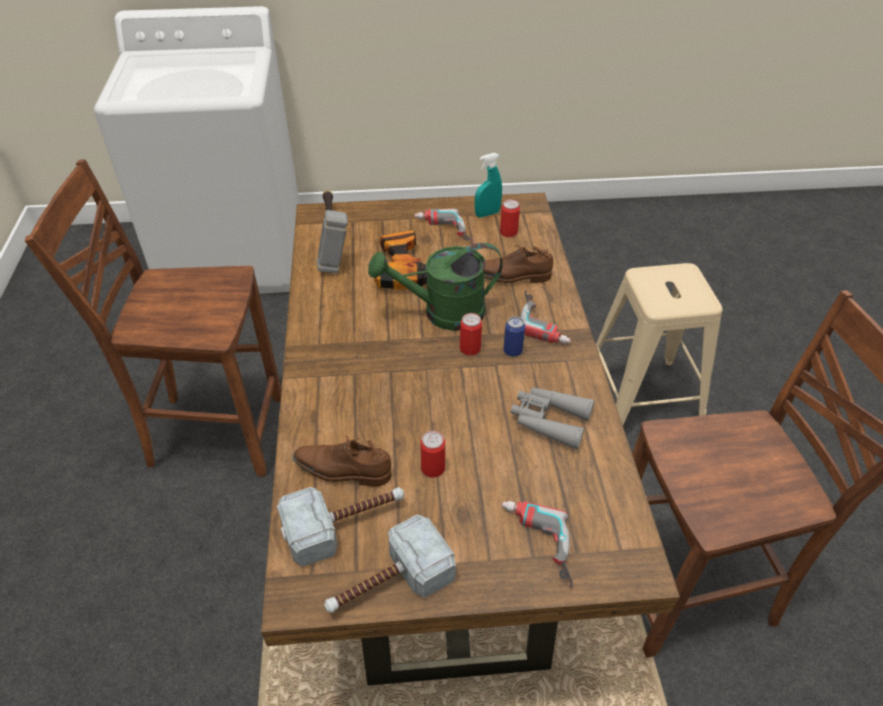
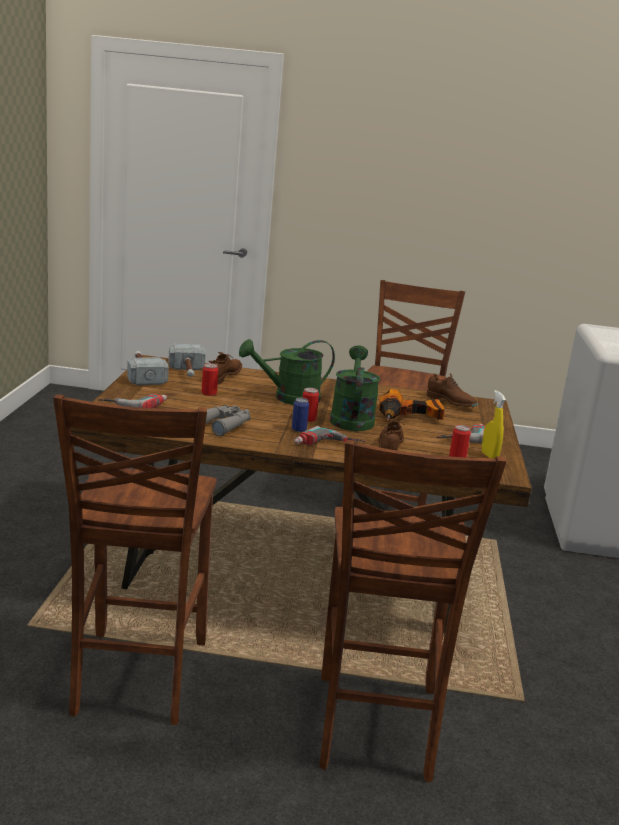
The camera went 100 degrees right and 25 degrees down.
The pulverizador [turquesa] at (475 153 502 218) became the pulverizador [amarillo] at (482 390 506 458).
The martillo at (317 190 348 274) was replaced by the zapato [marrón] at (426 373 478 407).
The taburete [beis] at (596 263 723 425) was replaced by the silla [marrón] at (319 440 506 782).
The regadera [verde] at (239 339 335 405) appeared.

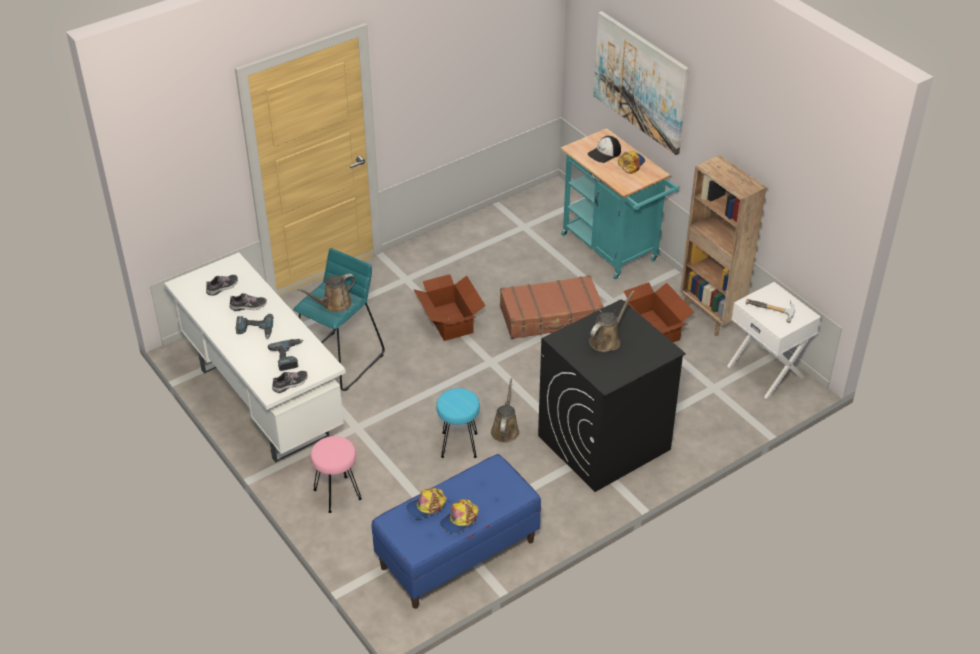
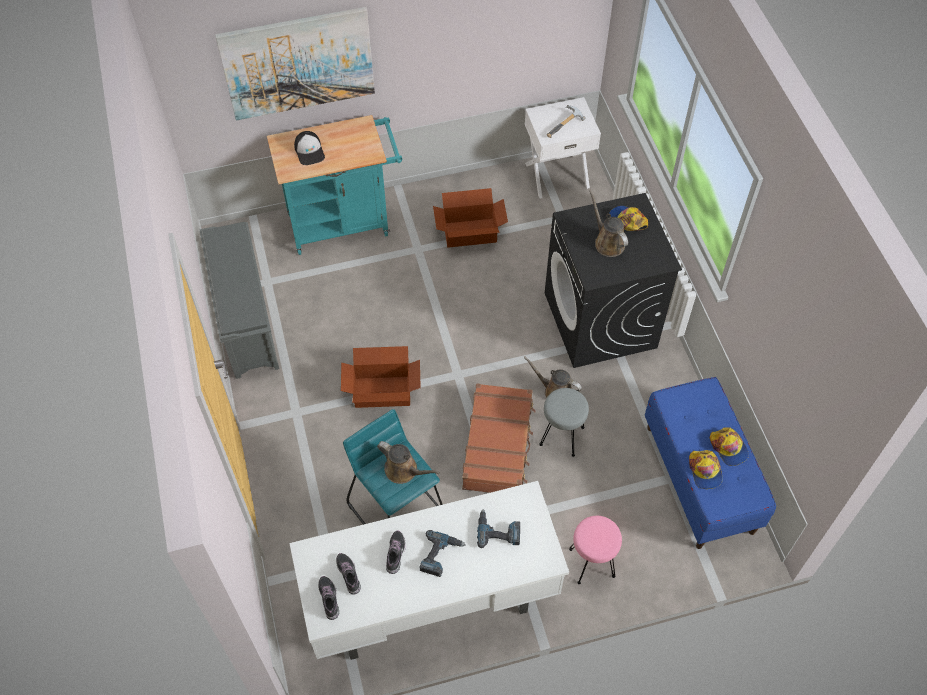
The camera went 70 degrees left and 15 degrees up.
The gorra moved from (618 151 645 174) to (609 206 648 231).
The estantería [marrón] at (680 155 767 336) disappeared.
The regadera [marrón] at (297 274 356 312) turned 45 degrees counterclockwise.
The maleta [marrón] moved from (500 275 604 339) to (462 384 535 493).
The zapato moved from (272 371 308 393) to (318 576 339 620).
The taburete [turquesa] at (436 388 480 458) became the taburete [gris] at (539 388 589 457).
The zapatero [gris] at (199 222 279 379) appeared.

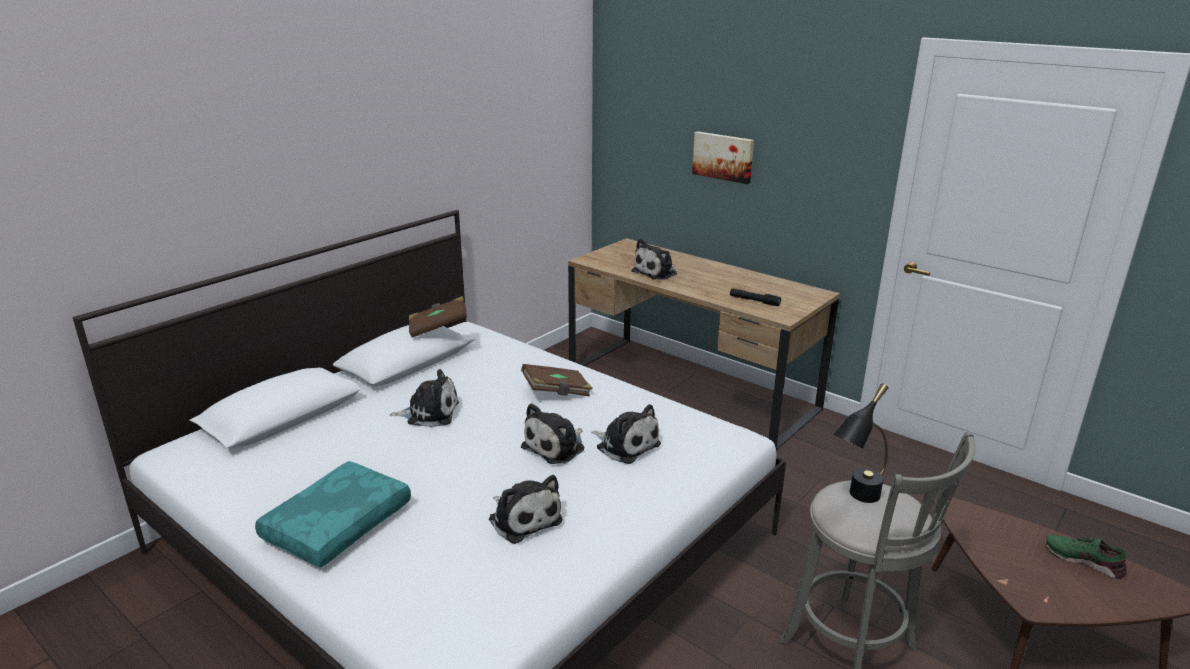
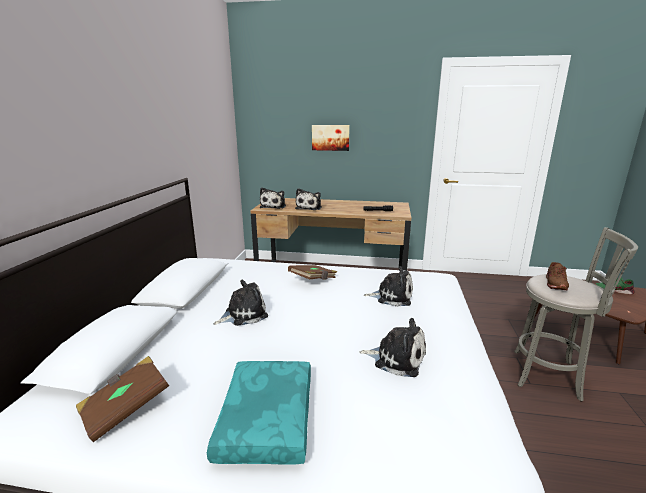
The camera went 30 degrees left and 5 degrees down.
The libro [marrón] moved from (409 296 467 337) to (76 356 169 442).
The lámpara de mesa [negro] at (833 384 889 503) was replaced by the zapato [marrón] at (546 262 569 291).
The peluche moved from (521 403 584 464) to (260 187 286 209).

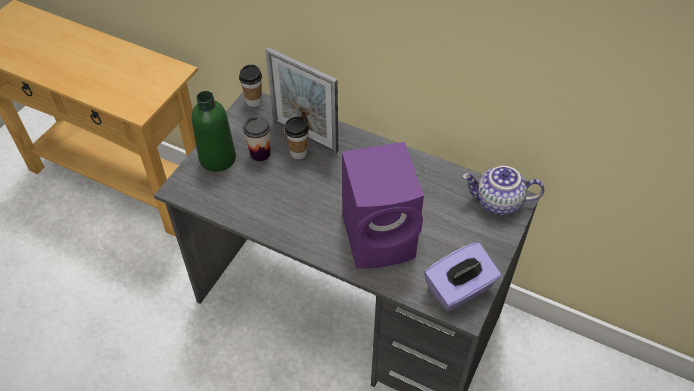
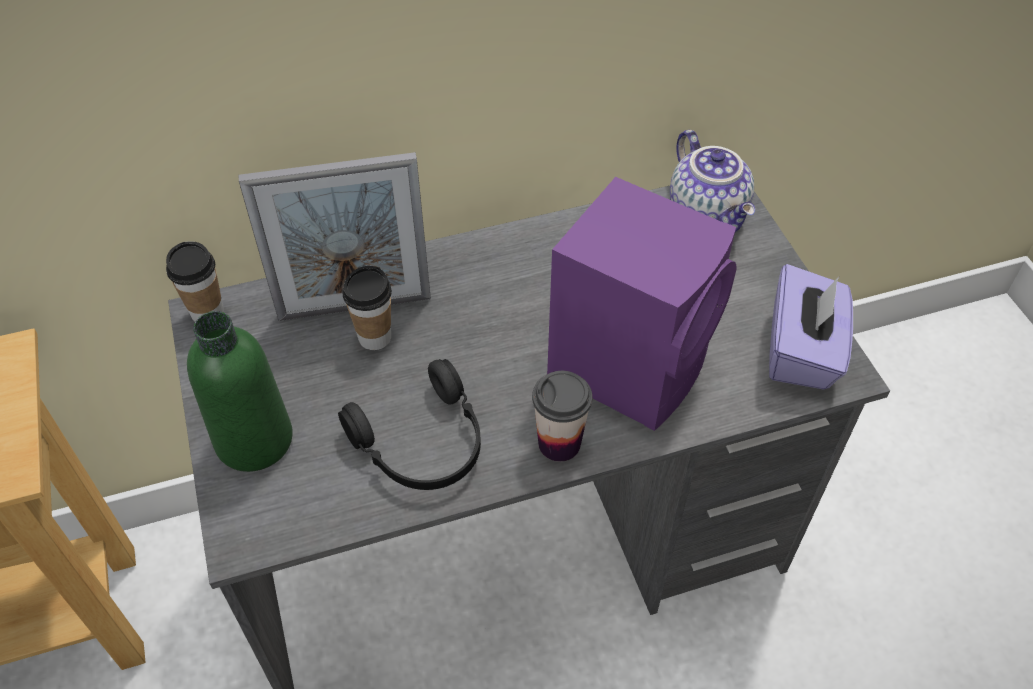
The camera went 45 degrees left and 0 degrees up.
The taza moved from (243 116 271 161) to (532 371 592 462).
The tetera at (462 166 544 215) turned 75 degrees counterclockwise.
The auriculares [negro] at (338 359 481 490) appeared.

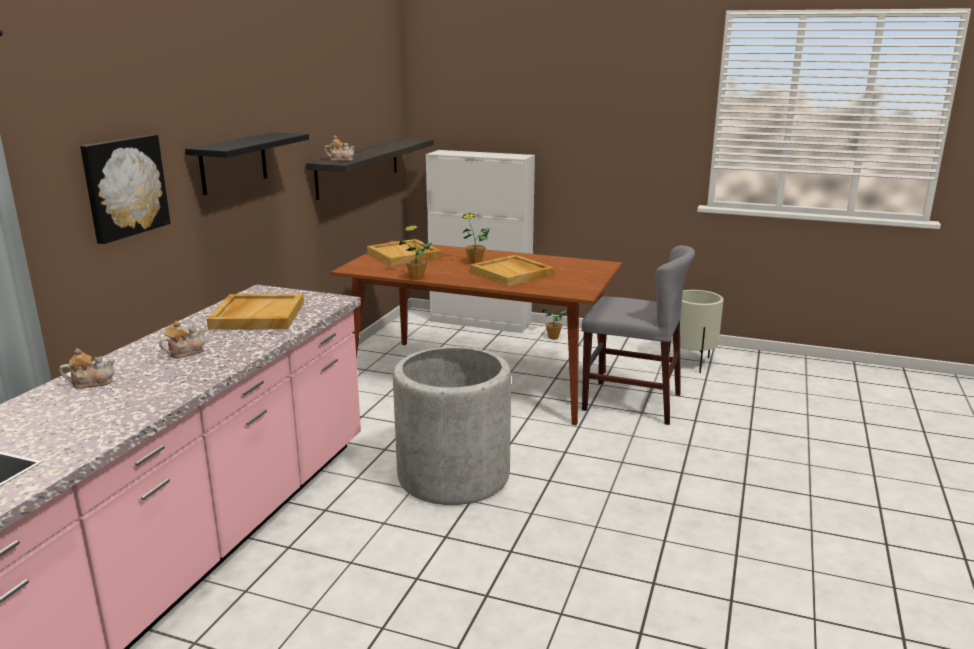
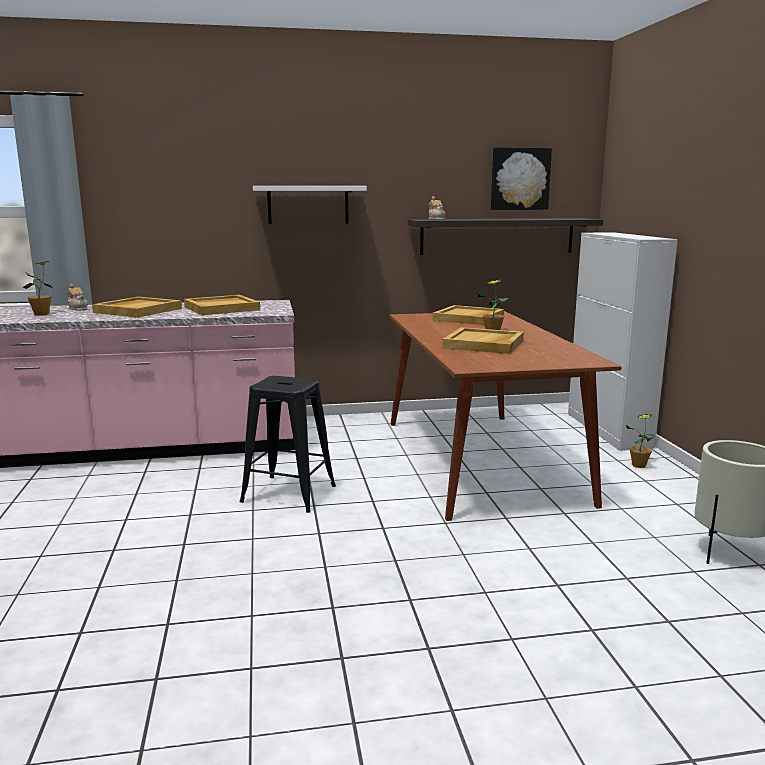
The camera went 60 degrees right and 5 degrees down.
The estante [negro] at (185 132 309 195) became the estante [blanco] at (253 186 367 224).
The cuadro moved from (80 135 171 244) to (491 147 552 210).
The planta en maceta moved from (399 225 432 280) to (23 261 53 316).
The silla [gris] at (581 245 695 425) disappeared.
The tetera at (159 321 206 358) was replaced by the bandeja [beis] at (92 297 182 318).
The maceta [gris] at (393 347 511 505) was replaced by the taburete [negro] at (240 376 336 513).

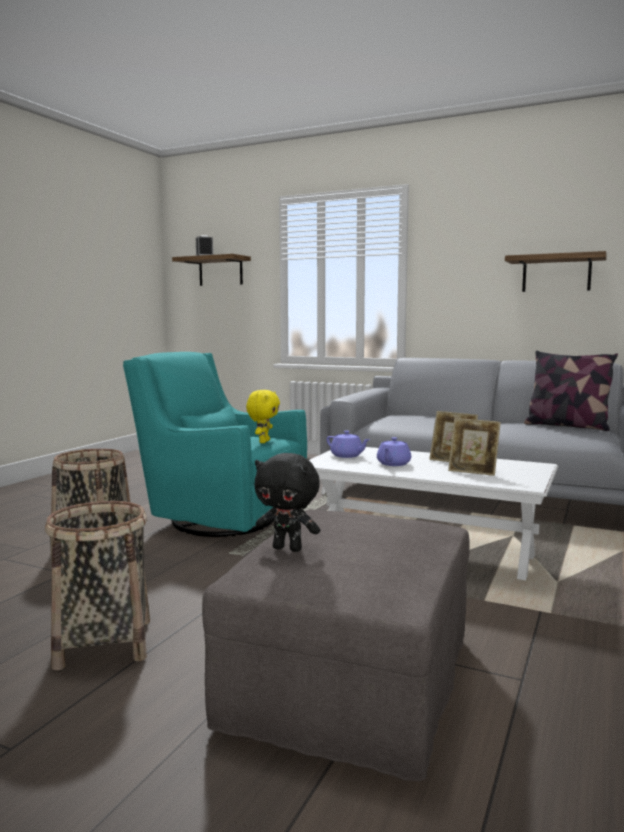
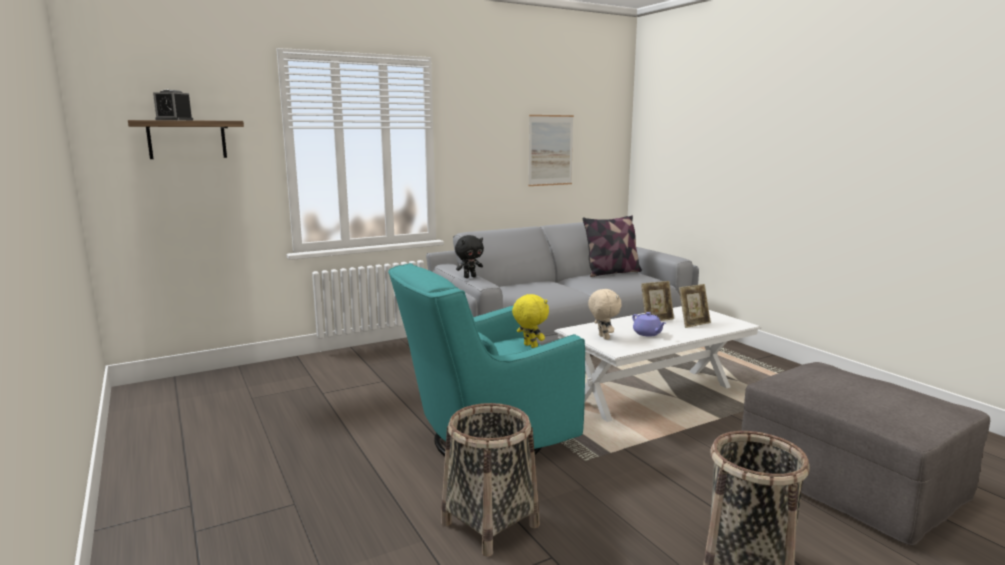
The camera went 55 degrees left and 5 degrees up.
The estante at (505 251 607 292) was replaced by the cuadro at (528 115 574 186).
The tetera [morado] at (327 431 370 458) was replaced by the peluche [beis] at (588 289 622 340).
The peluche [negro] moved from (255 453 320 552) to (455 235 484 278).

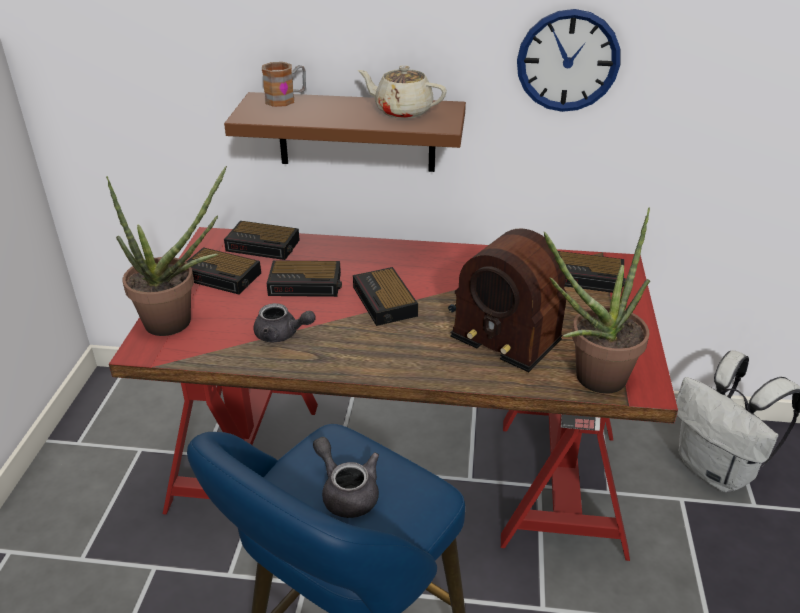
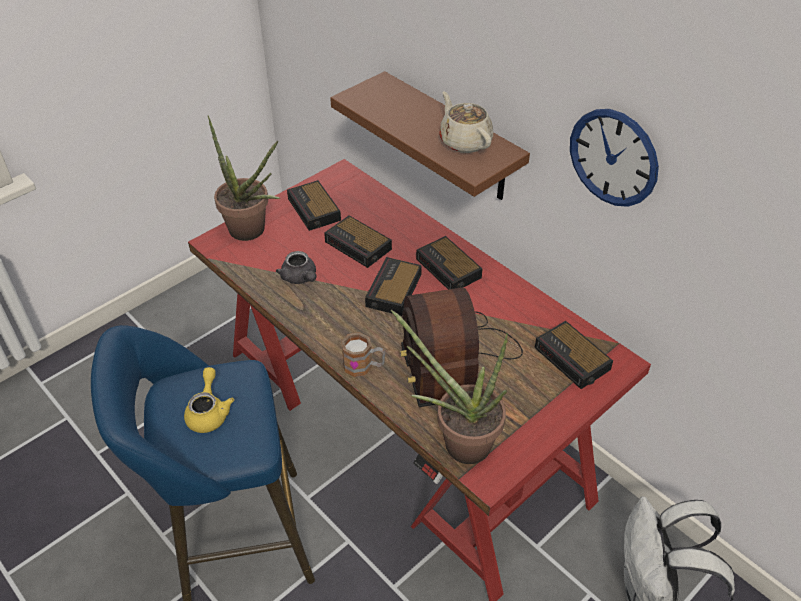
The camera went 40 degrees right and 10 degrees up.
The taza grande moved from (262 62 306 107) to (341 332 385 377).
The despertador moved from (224 221 300 260) to (416 236 482 289).
The tetera [gris] at (313 437 379 518) became the tetera [amarillo] at (184 367 234 433).

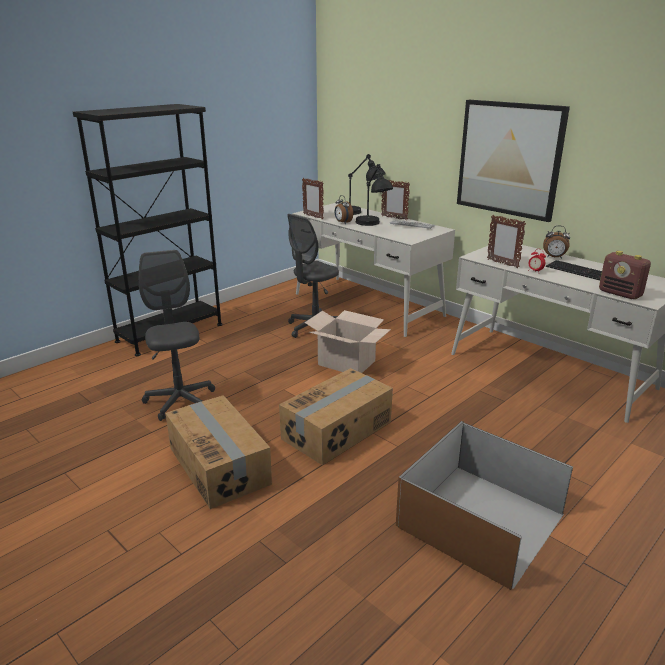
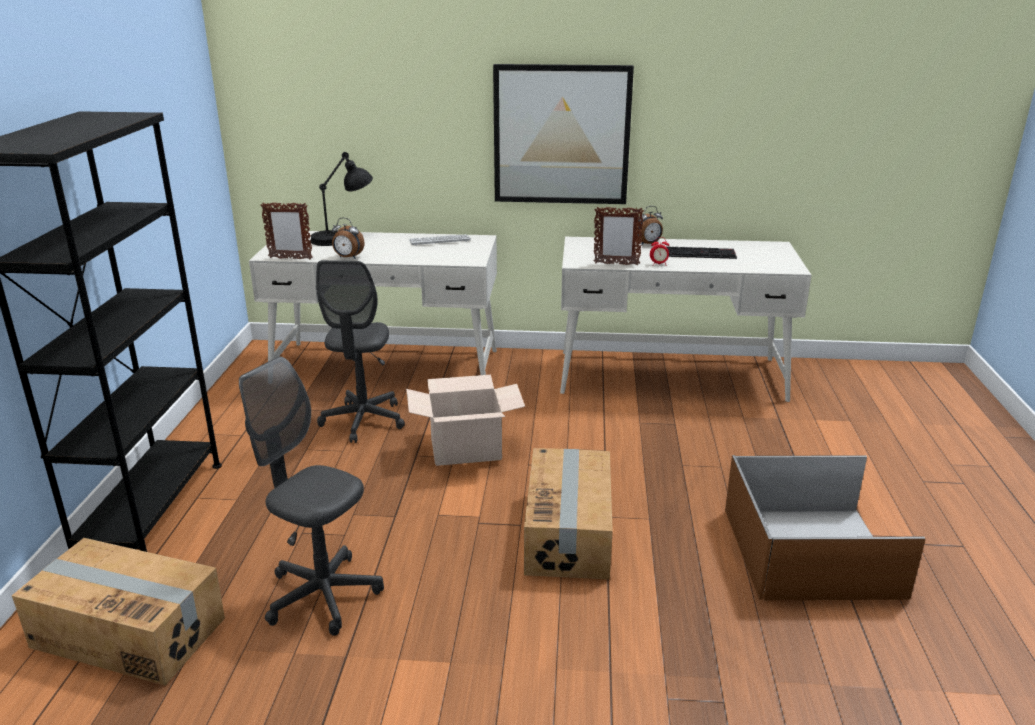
The camera went 40 degrees left and 0 degrees up.
The lámpara de mesa [negro] at (356 164 393 226) disappeared.
The portarretratos at (381 180 410 220) disappeared.
The radio at (599 251 651 299) disappeared.
The caja de cartón moved from (166 395 272 509) to (12 538 225 685).

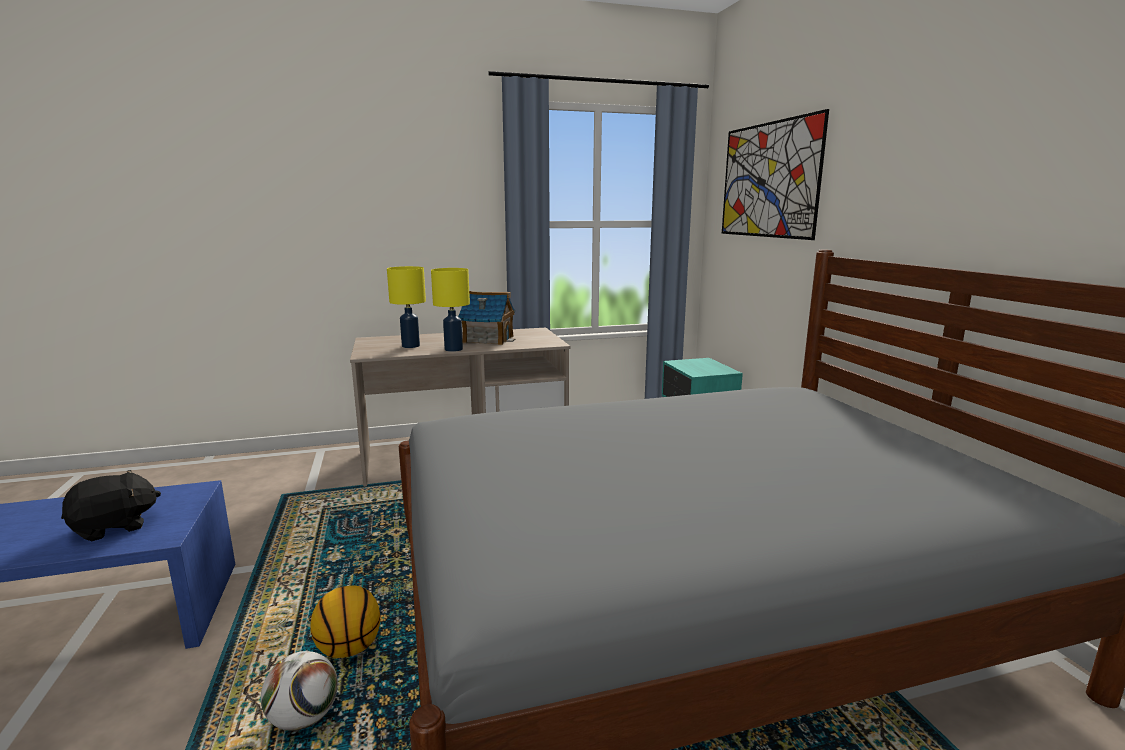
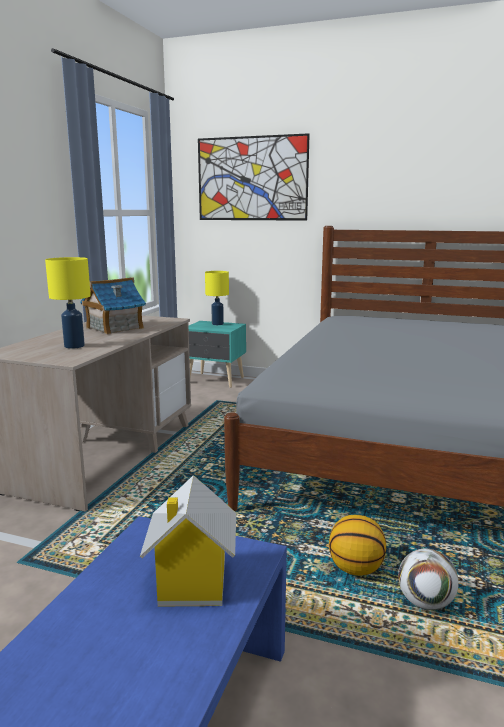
The camera went 55 degrees left and 0 degrees up.
The lámpara de mesa [amarillo] moved from (431 268 470 352) to (205 271 229 325).
The peluche [negro] at (61 470 161 541) was replaced by the casita at (140 475 236 607).

